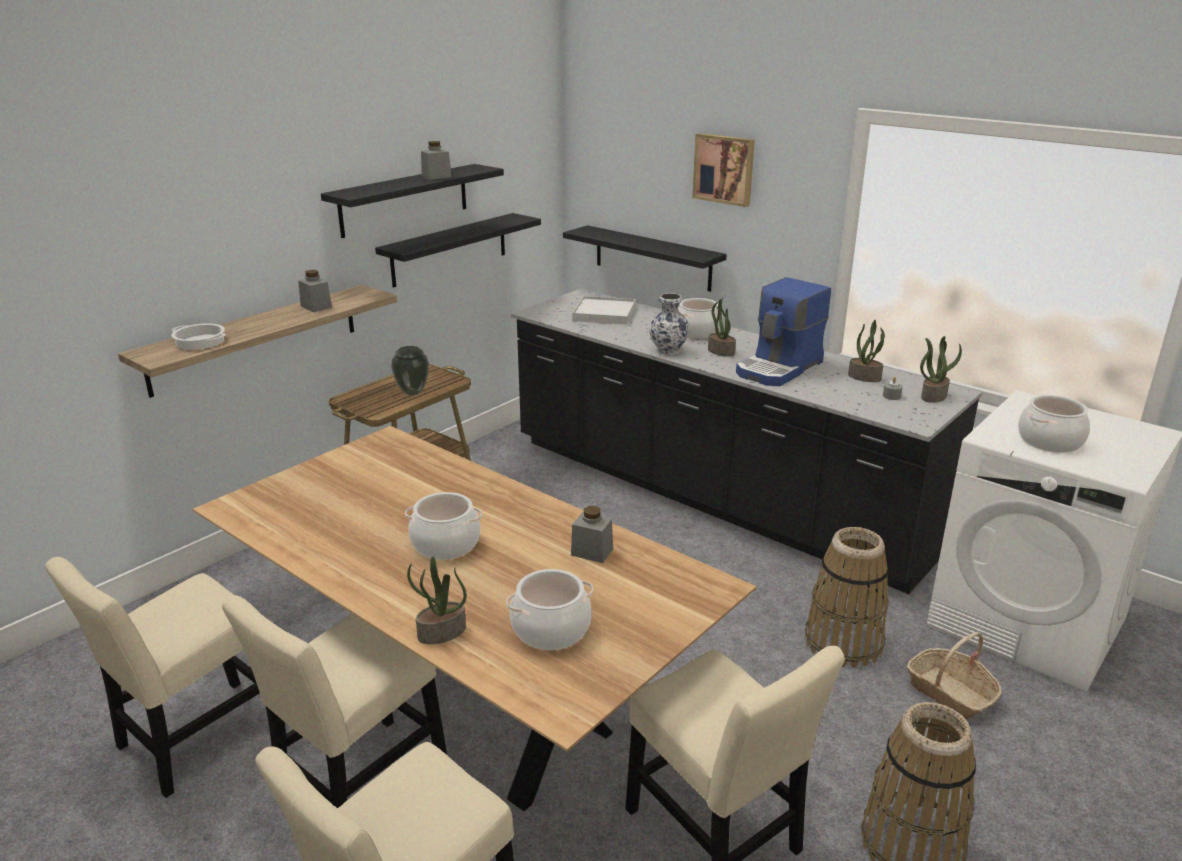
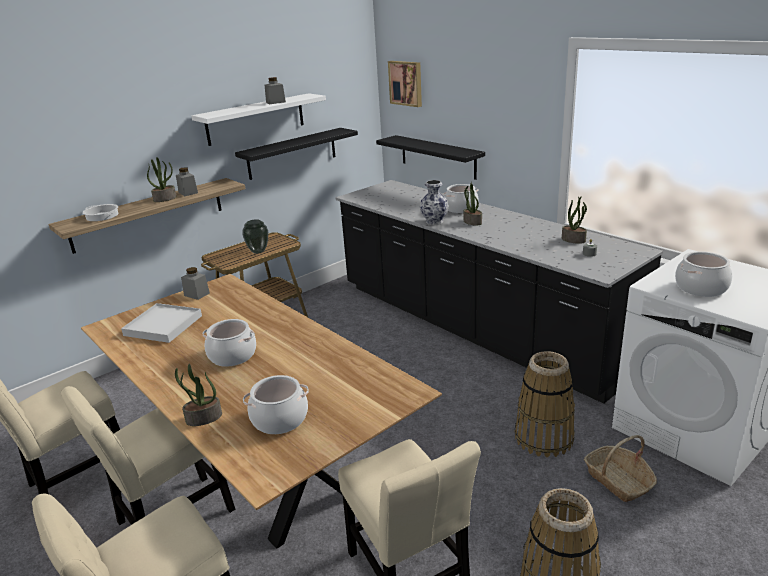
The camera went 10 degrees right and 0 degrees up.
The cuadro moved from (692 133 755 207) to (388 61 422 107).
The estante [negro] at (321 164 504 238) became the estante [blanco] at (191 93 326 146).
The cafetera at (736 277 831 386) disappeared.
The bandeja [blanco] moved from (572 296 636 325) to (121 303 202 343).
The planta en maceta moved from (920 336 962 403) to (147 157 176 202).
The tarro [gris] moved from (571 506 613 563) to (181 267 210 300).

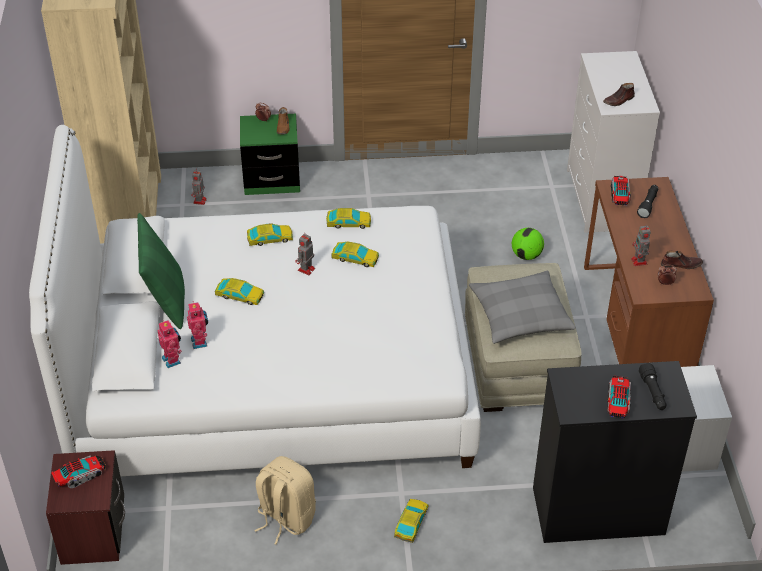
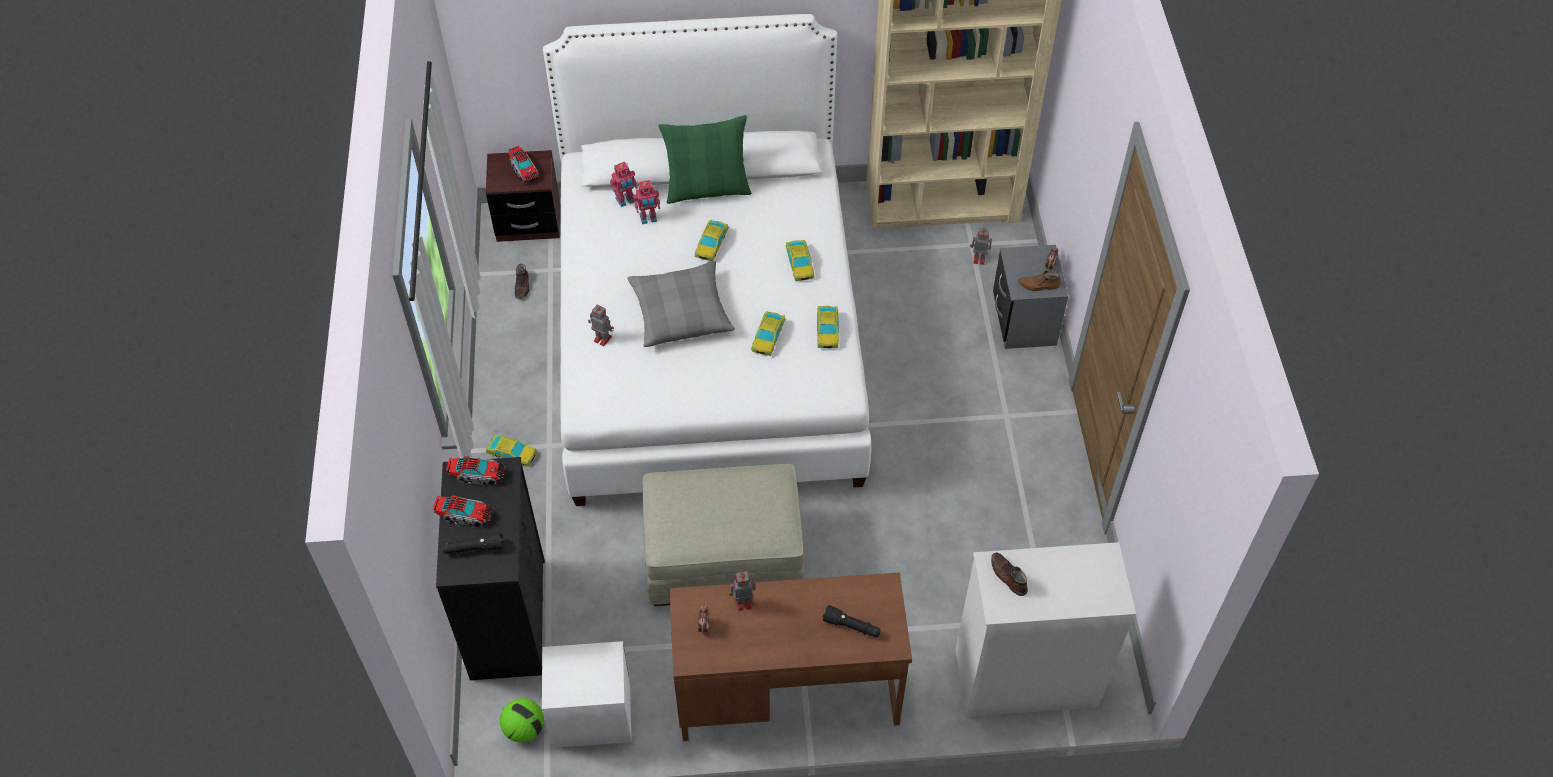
The camera went 90 degrees right and 10 degrees up.
The mesita de noche [verde] at (240 114 300 195) became the mesita de noche [gris] at (993 245 1068 349).
The camión de juguete moved from (611 176 631 205) to (446 456 506 485).
The balón de fútbol moved from (512 228 544 260) to (500 698 544 743).
The robot de juguete moved from (295 233 315 275) to (588 305 614 346).
The zapato [marrón] moved from (661 250 703 269) to (515 264 529 299).
The cojín [gris] moved from (469 271 576 344) to (627 261 735 347).
The mochila [beis] at (254 456 316 545) disappeared.

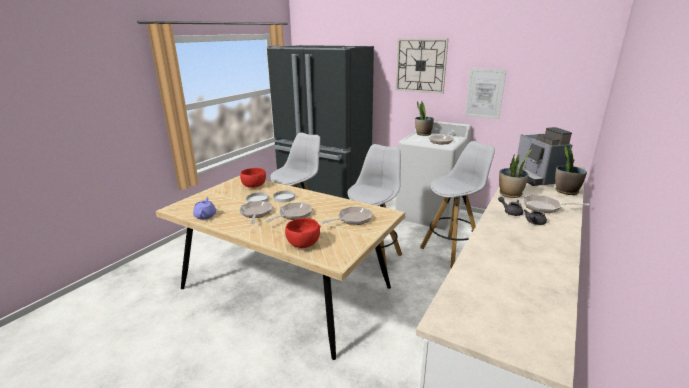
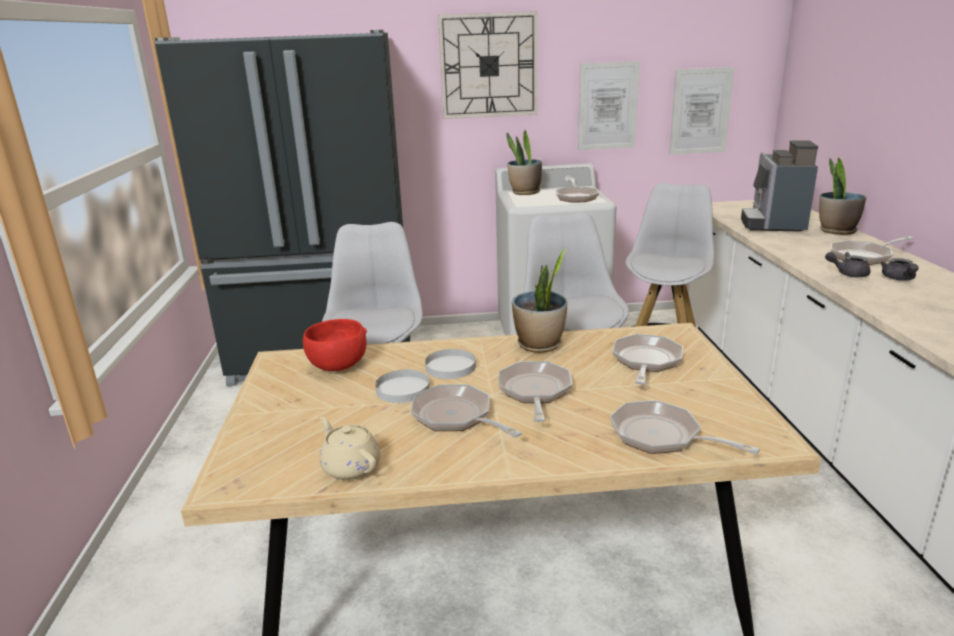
The camera went 35 degrees left and 0 degrees up.
The cafetera at (517 127 572 186) turned 60 degrees clockwise.
The planta en maceta moved from (499 149 532 198) to (512 249 567 353).
The tetera [morado] at (193 197 216 219) became the tetera [beis] at (319 417 380 480).
The cuenco [rojo] at (285 218 321 248) was replaced by the sartén at (610 400 760 455).
The cuadro at (669 67 735 155) appeared.

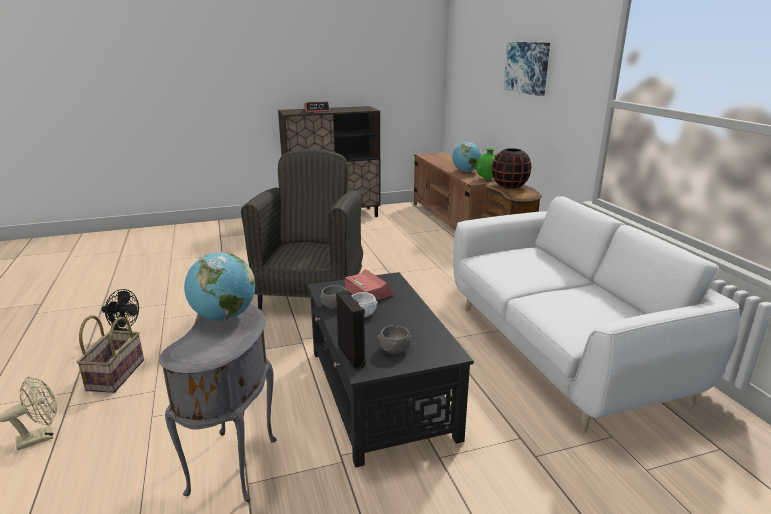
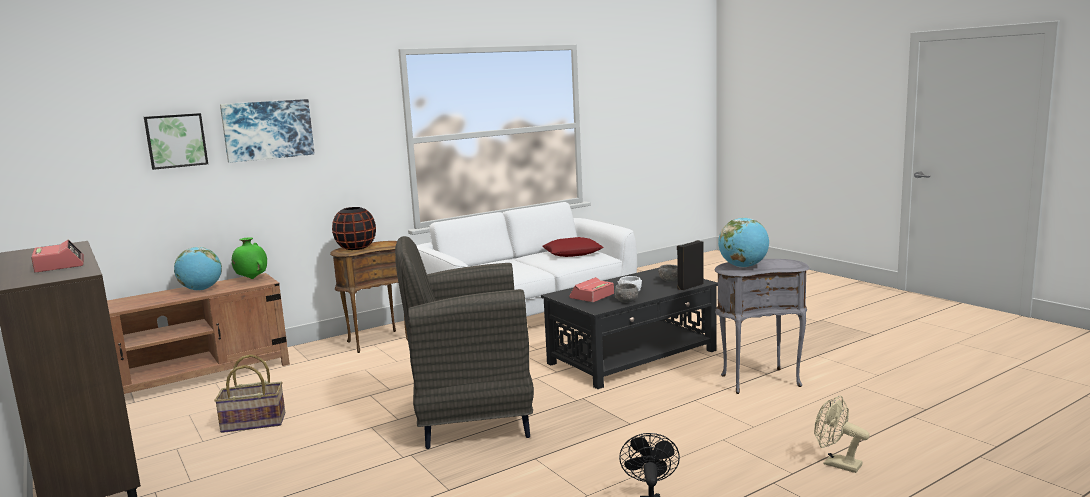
The camera went 105 degrees left and 10 degrees down.
The cesta moved from (77 315 144 393) to (214 354 285 433).
The cuadro at (144 113 208 170) appeared.
The cojín [rojo] at (542 237 603 257) appeared.

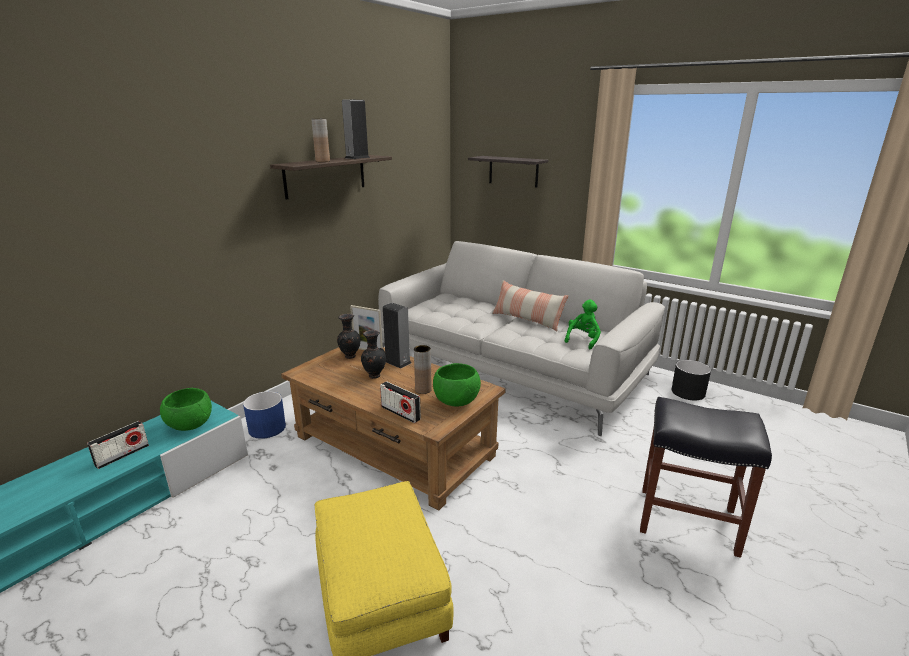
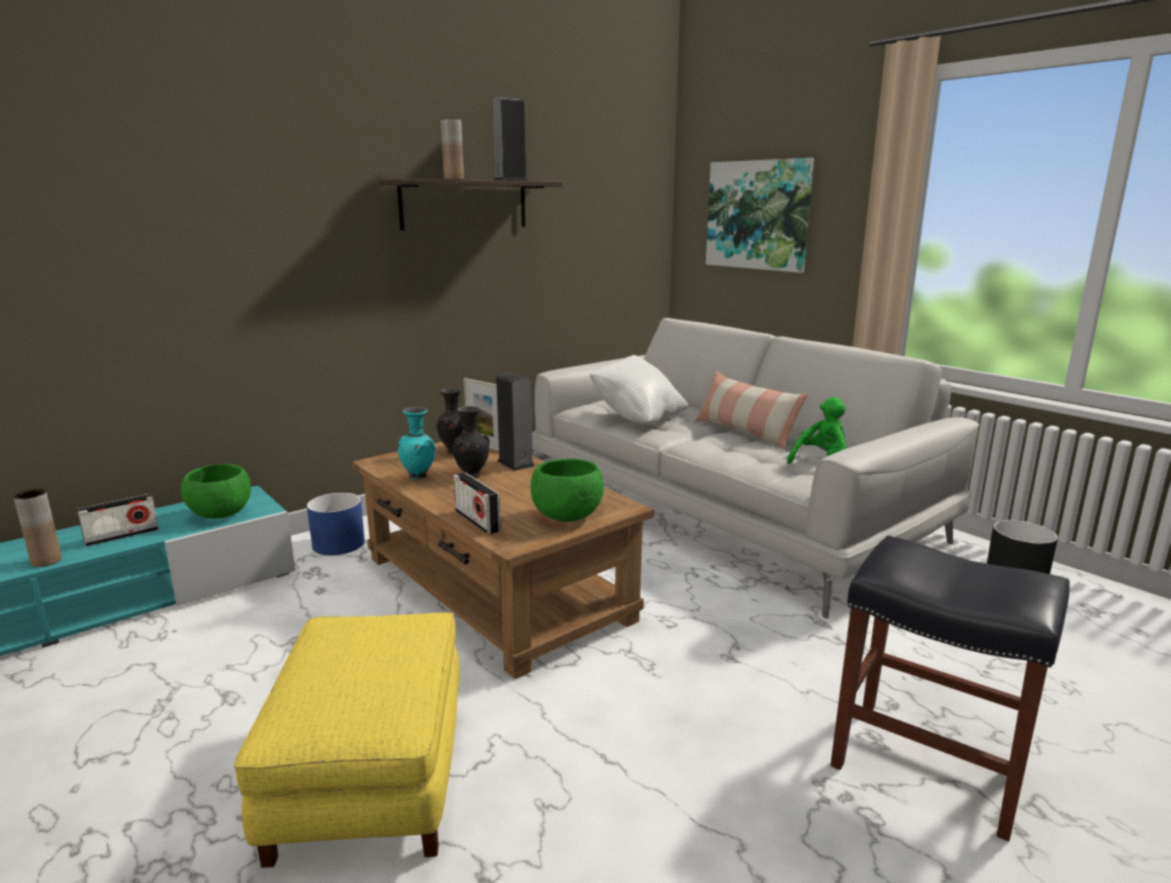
The camera went 15 degrees right and 5 degrees down.
The estante at (468 156 548 188) was replaced by the cuadro at (706 158 814 273).
The florero [marrón] moved from (414 345 432 394) to (14 489 62 567).
The cojín [blanco] at (590 355 688 425) appeared.
The florero [turquesa] at (398 407 436 480) appeared.

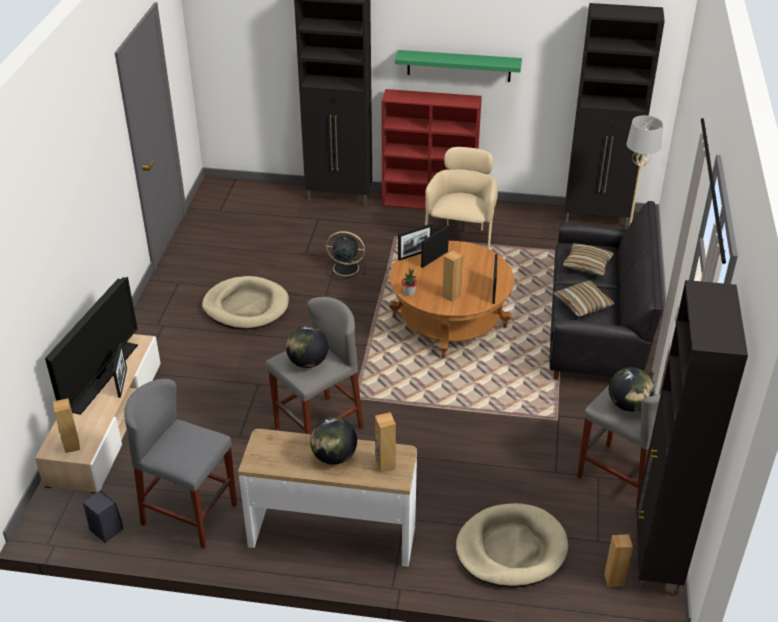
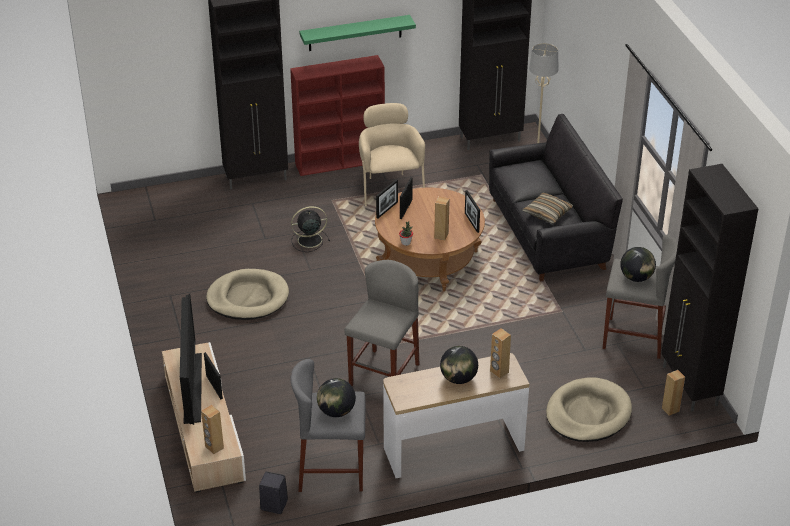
The camera went 25 degrees left and 0 degrees up.
The cojín at (563 243 614 276) disappeared.
The globo terráqueo moved from (286 326 328 368) to (317 378 356 417).

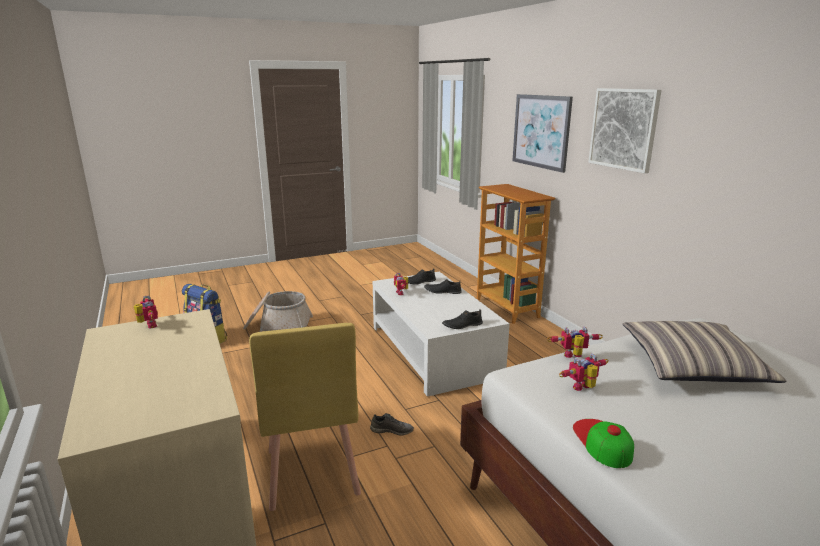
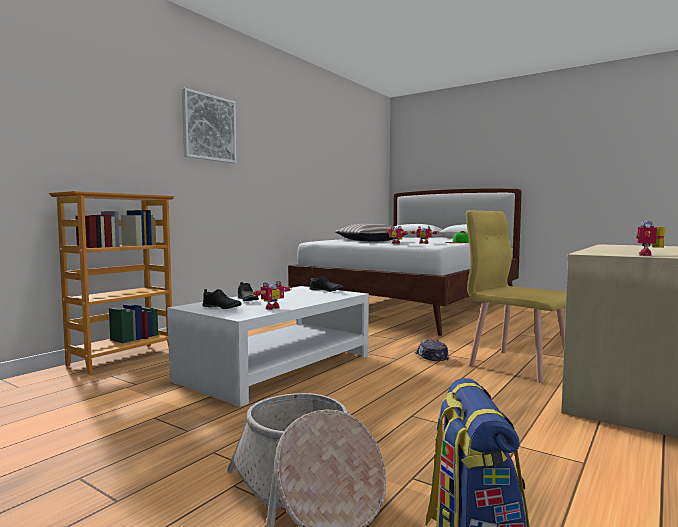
The camera went 120 degrees left and 15 degrees down.
The cuadro at (512 94 573 173) disappeared.
The silla [amarillo] at (249 323 361 511) turned 90 degrees counterclockwise.
The zapato [gris] at (370 413 414 435) was replaced by the gorra at (414 340 449 361).

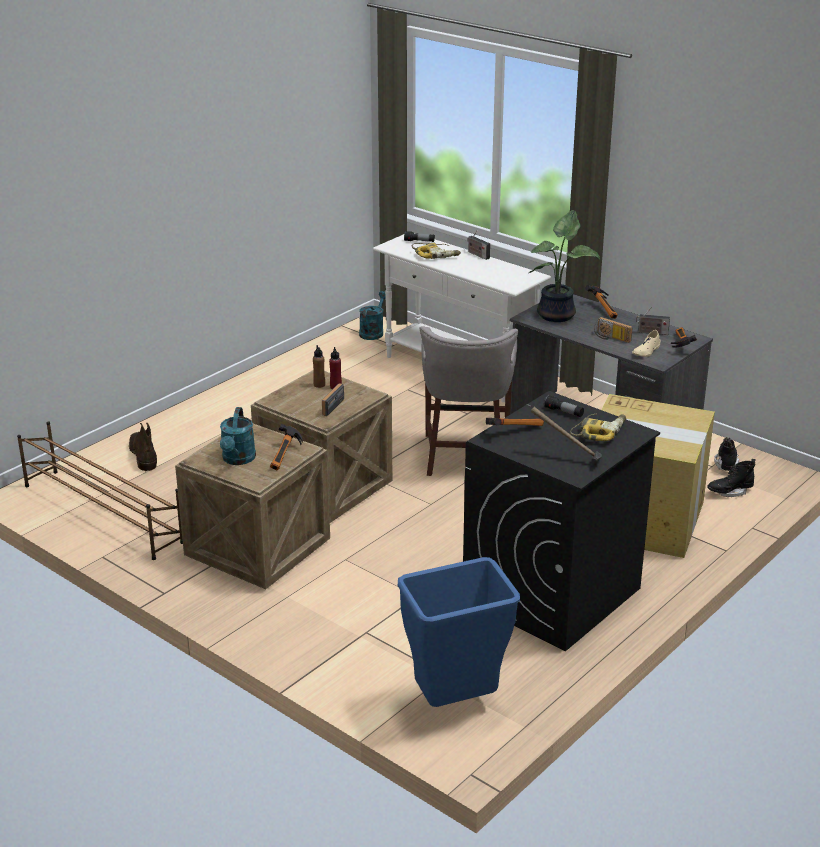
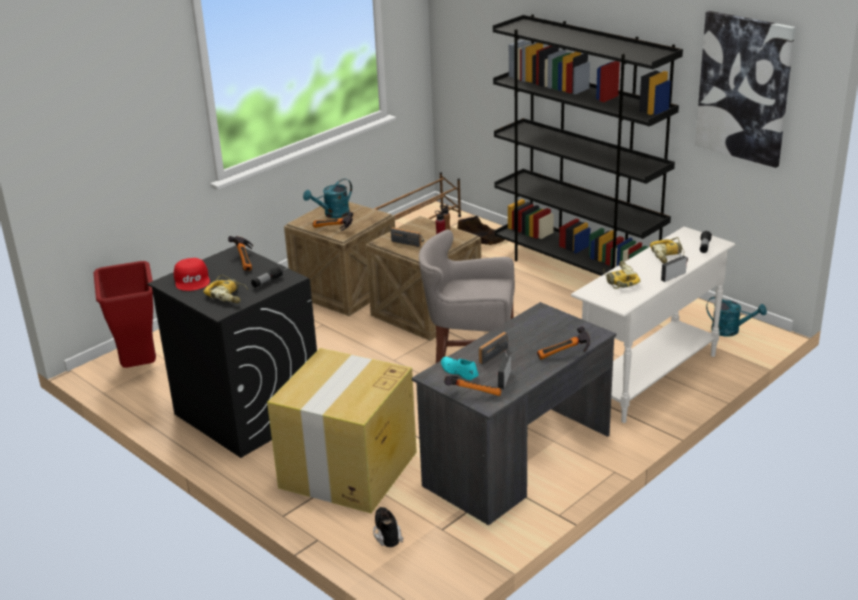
The camera went 95 degrees right and 0 degrees up.
The planta en maceta at (528 210 600 322) disappeared.
The zapato [beis] at (632 330 660 357) became the zapato [turquesa] at (441 357 478 380).
The regadera [turquesa] at (220 407 256 465) turned 45 degrees counterclockwise.
The martillo at (531 407 602 462) was replaced by the gorra [rojo] at (174 258 210 291).
The bota [negro] at (714 437 739 471) disappeared.
The papelera [azul] at (398 557 520 707) became the papelera [rojo] at (93 261 156 368).
The cuadro at (695 11 795 168) appeared.
The estantería [negro] at (493 14 683 276) appeared.
The taladro at (603 261 640 289) appeared.

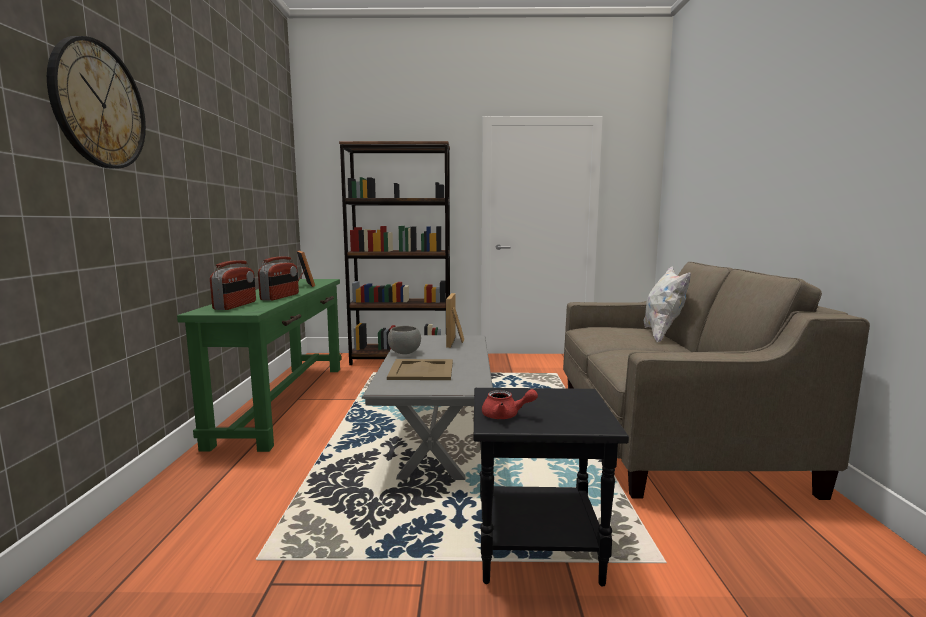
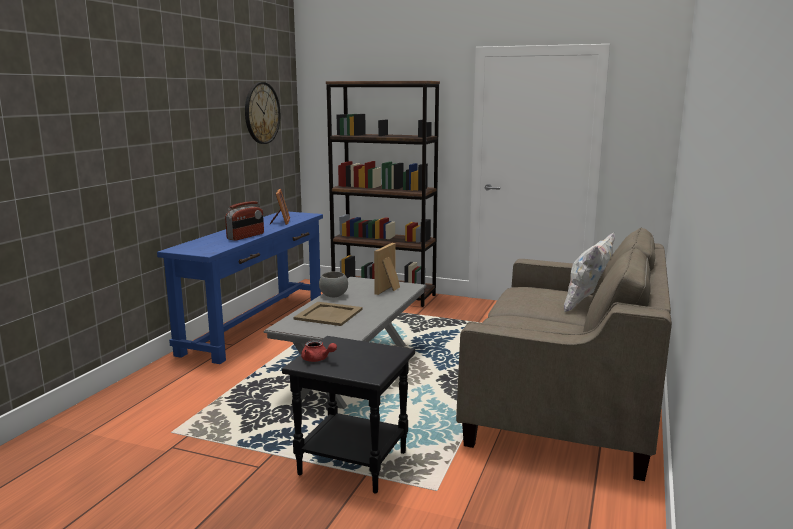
The camera went 20 degrees right and 5 degrees up.
The reloj de pared moved from (47 36 146 169) to (245 82 280 144).
The radio at (210 260 256 310) disappeared.
The mesa consola [verde] at (177 279 341 452) became the mesa consola [azul] at (157 211 323 364).

